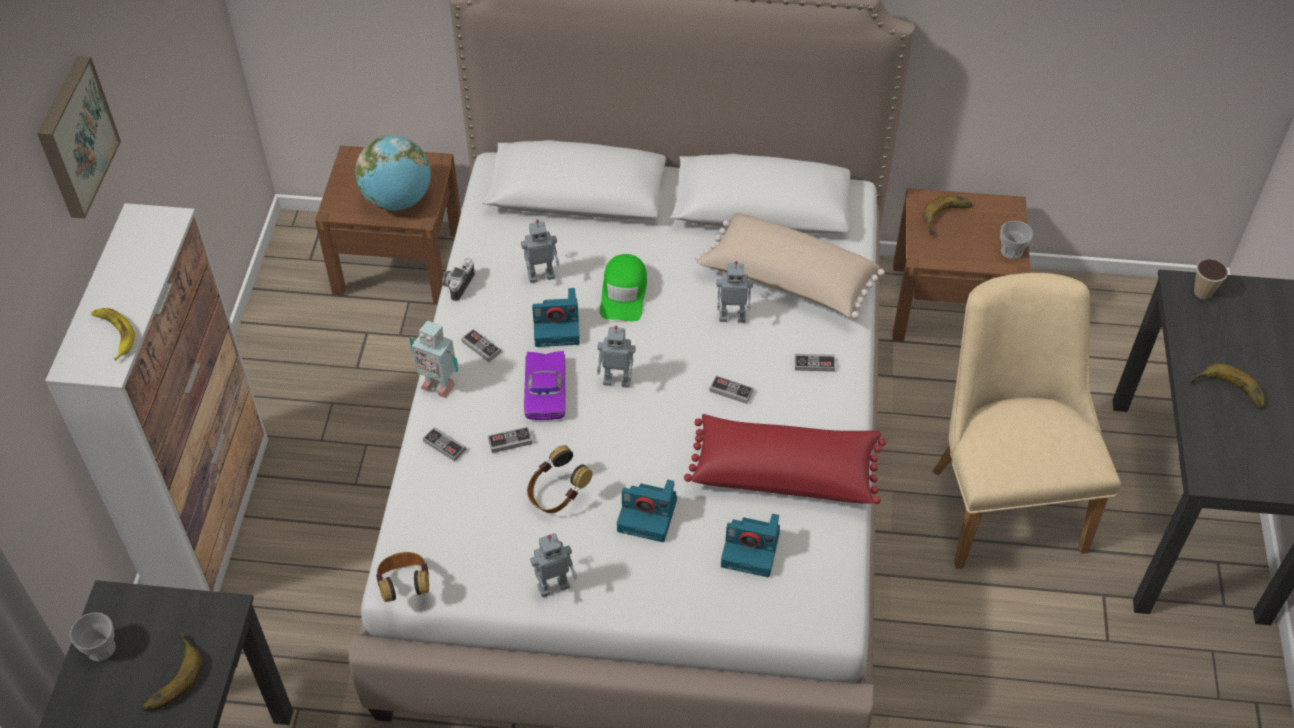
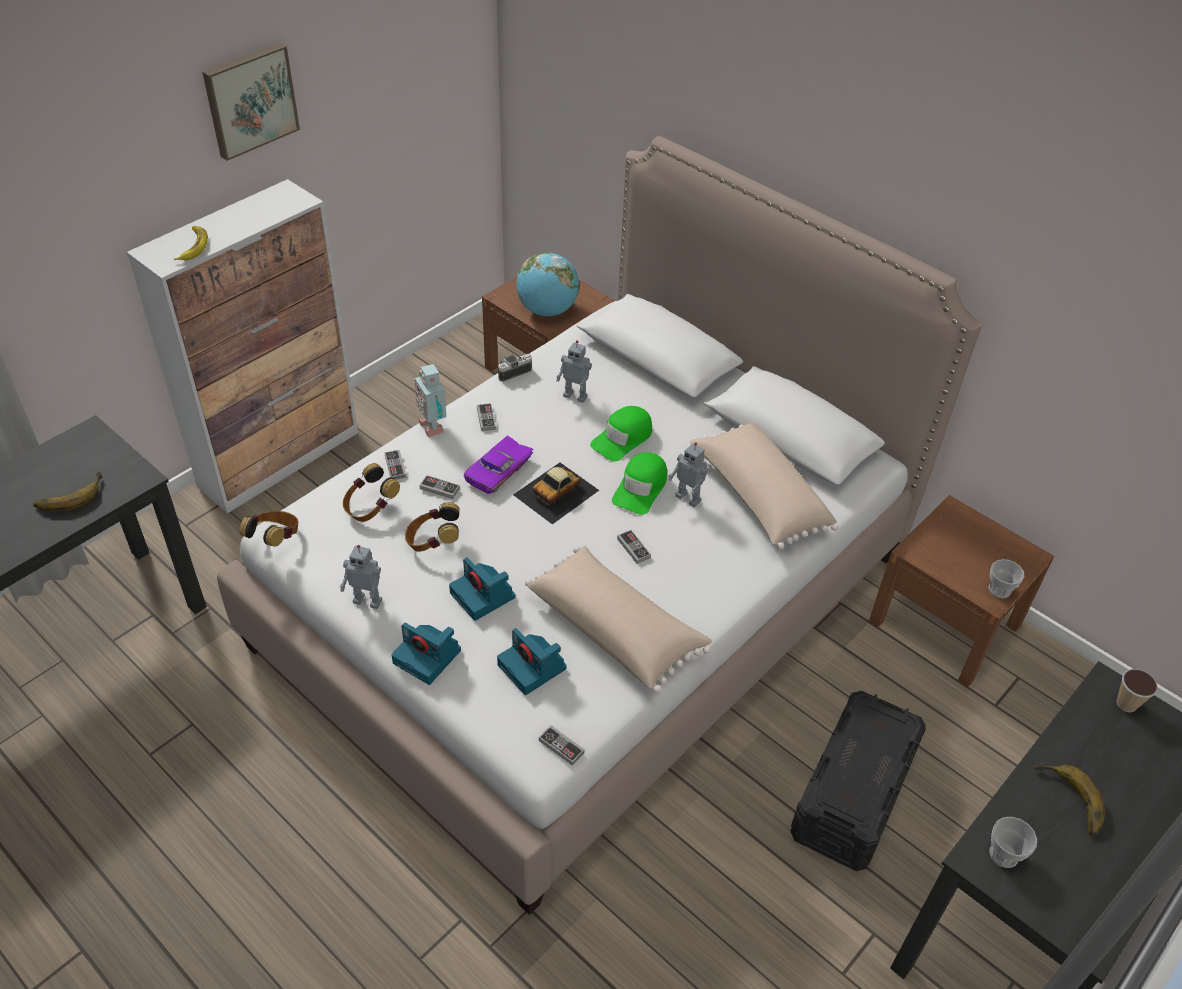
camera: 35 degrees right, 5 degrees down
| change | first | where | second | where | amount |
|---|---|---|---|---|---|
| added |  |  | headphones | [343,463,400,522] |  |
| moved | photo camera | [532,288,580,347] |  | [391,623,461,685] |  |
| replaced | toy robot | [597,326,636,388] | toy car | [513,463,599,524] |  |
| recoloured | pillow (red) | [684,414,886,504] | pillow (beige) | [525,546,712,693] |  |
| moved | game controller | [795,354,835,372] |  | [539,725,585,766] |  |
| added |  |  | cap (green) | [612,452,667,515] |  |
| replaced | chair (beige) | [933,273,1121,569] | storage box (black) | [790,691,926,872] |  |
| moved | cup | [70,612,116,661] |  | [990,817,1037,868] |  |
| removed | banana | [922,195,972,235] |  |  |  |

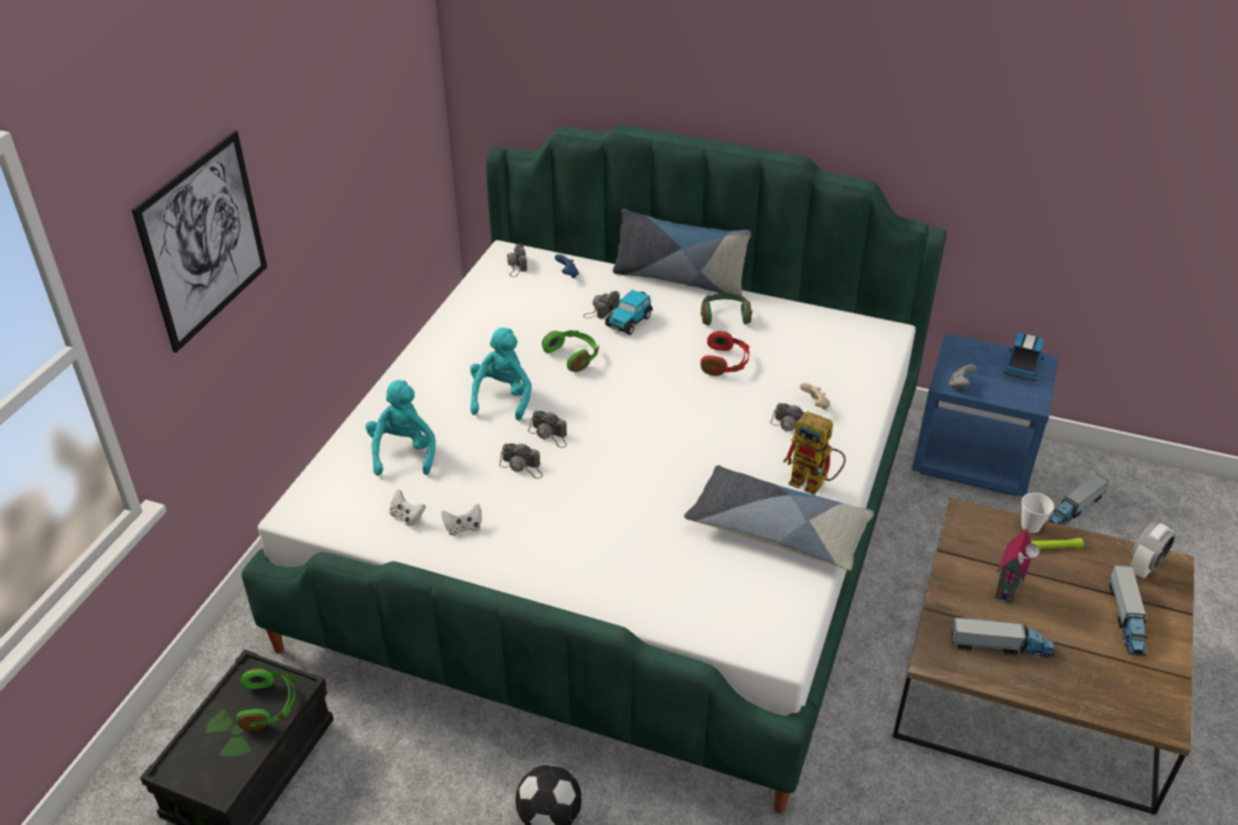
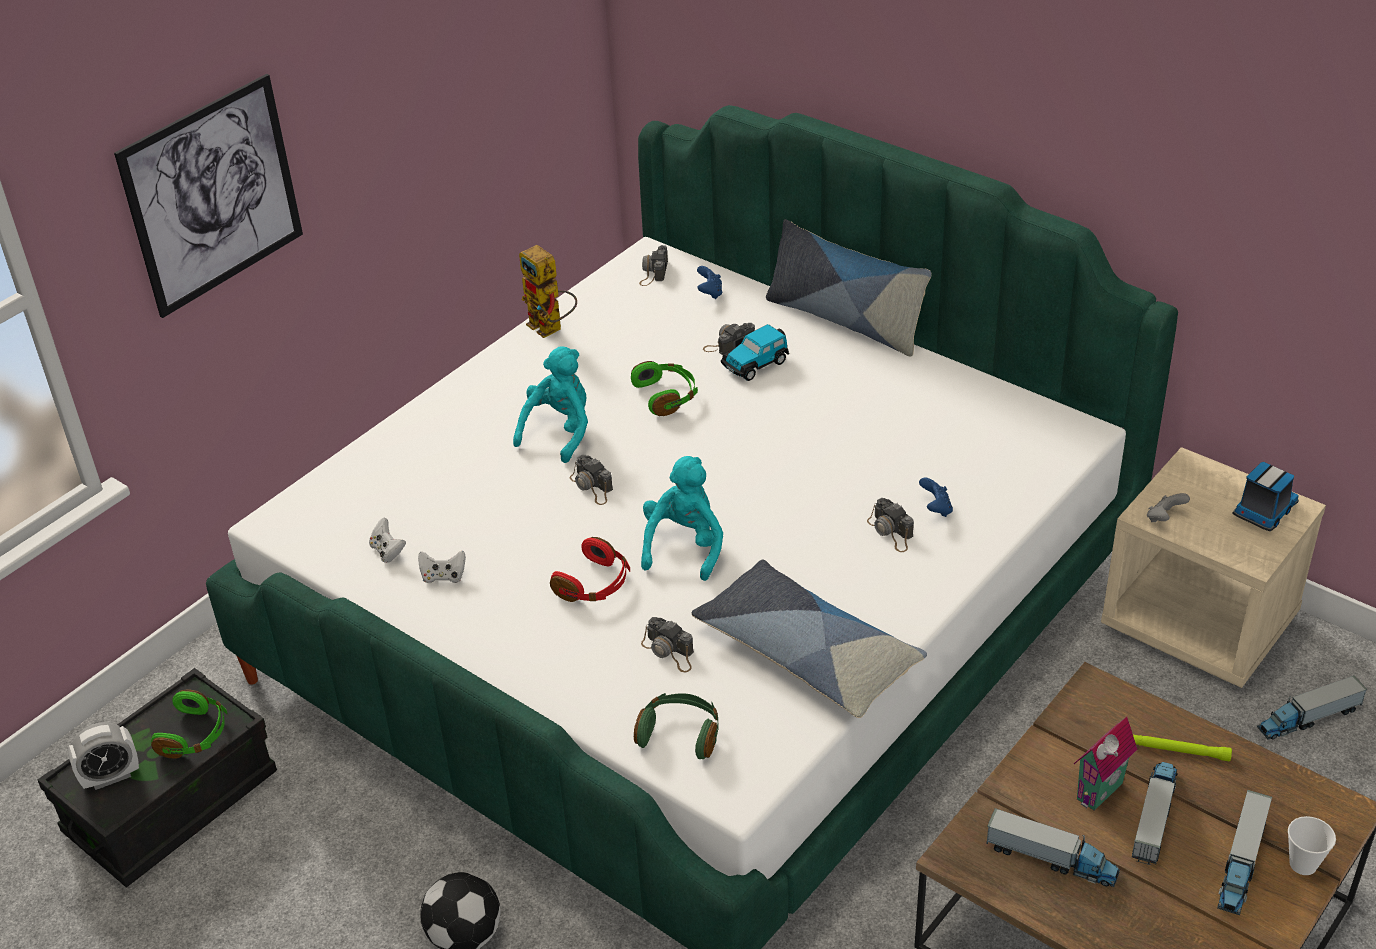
camera: 20 degrees right, 0 degrees up
| change | first | where | second | where | amount |
|---|---|---|---|---|---|
| moved | alarm clock | [1130,522,1176,579] |  | [68,722,139,790] |  |
| moved | toy robot | [783,411,846,495] |  | [519,245,577,338] |  |
| moved | headphones (red) | [700,331,749,376] |  | [550,537,630,602] |  |
| moved | headphones (green) | [701,293,752,325] |  | [634,693,719,759] |  |
| moved | plush toy (turquoise) | [366,380,436,476] |  | [641,456,723,581] |  |
| moved | photo camera | [499,443,543,479] |  | [641,617,694,672] |  |
| recoloured | game controller (beige) | [800,383,830,410] | game controller (blue) | [919,478,953,517] |  |
| recoloured | nightstand (blue) | [912,334,1059,497] | nightstand (beige) | [1101,447,1326,688] |  |
| added |  |  | toy truck | [1132,762,1178,865] |  |
| moved | cup | [1021,493,1054,533] |  | [1288,816,1336,875] |  |

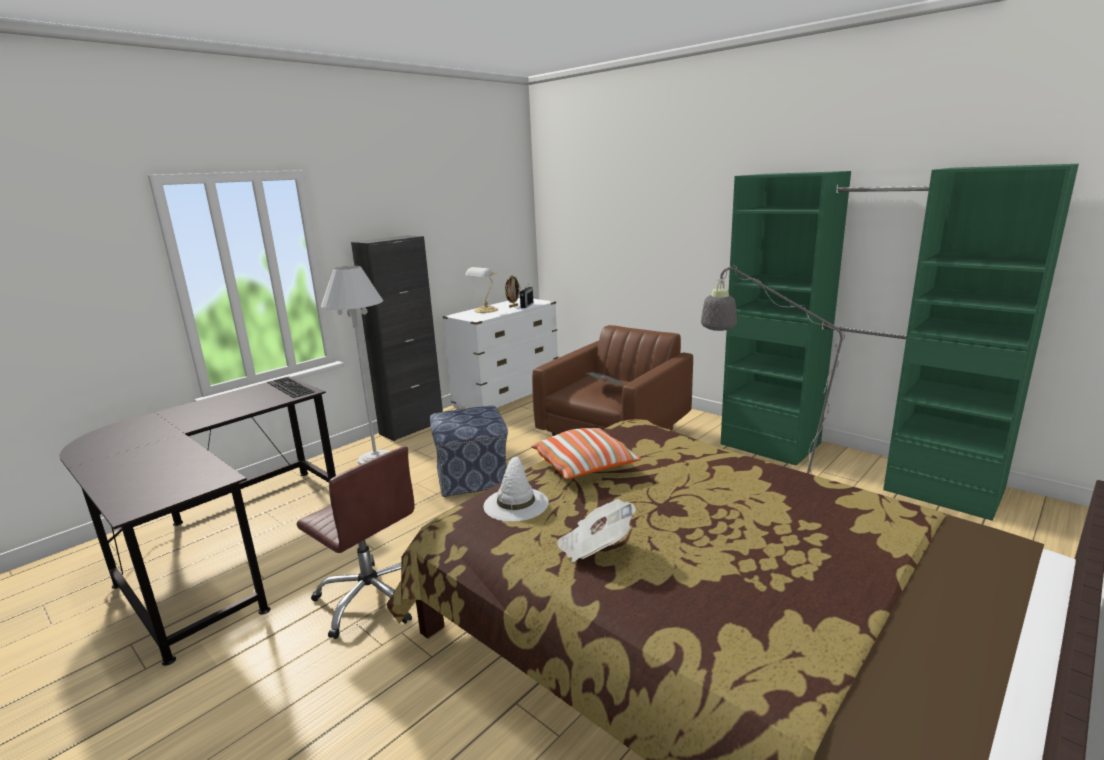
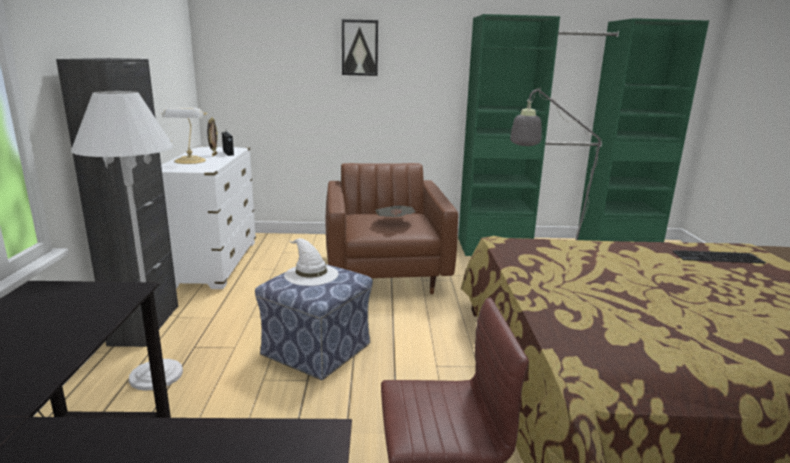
camera: 45 degrees left, 0 degrees up
| change | first | where | second | where | amount |
|---|---|---|---|---|---|
| moved | hat (white) | [483,455,549,522] |  | [284,238,338,286] |  |
| added |  |  | picture | [342,19,378,76] |  |
| moved | keyboard | [267,377,315,398] |  | [672,250,766,264] |  |
| removed | pillow | [531,428,641,479] |  |  |  |
| removed | newspaper | [557,499,636,562] |  |  |  |

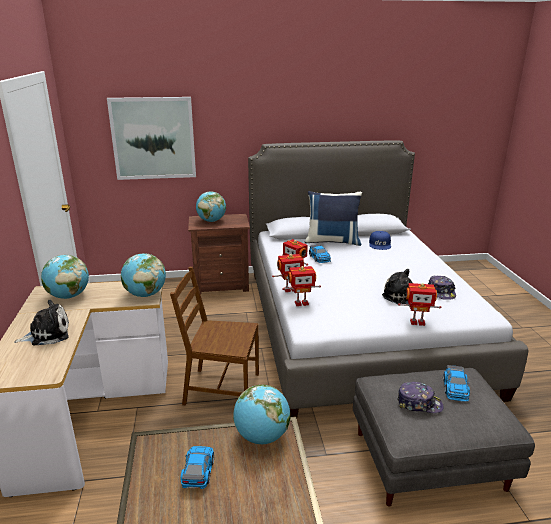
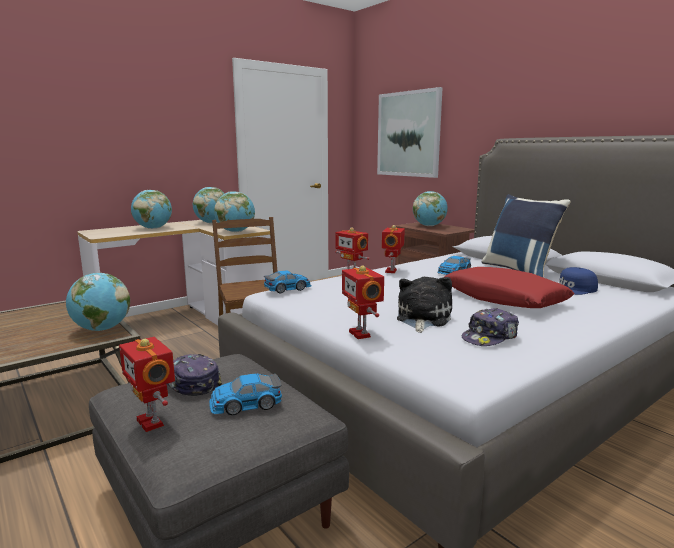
camera: 60 degrees right, 10 degrees down
| change | first | where | second | where | amount |
|---|---|---|---|---|---|
| moved | toy robot | [282,266,321,306] |  | [119,337,175,432] |  |
| replaced | plush toy | [14,300,69,345] | globe | [131,190,172,229] |  |
| turned | cap | [397,382,443,413] |  | [167,354,222,396] | 150 degrees clockwise |
| moved | toy car | [180,446,214,489] |  | [264,270,312,293] |  |
| added |  |  | pillow (red) | [445,267,575,308] |  |

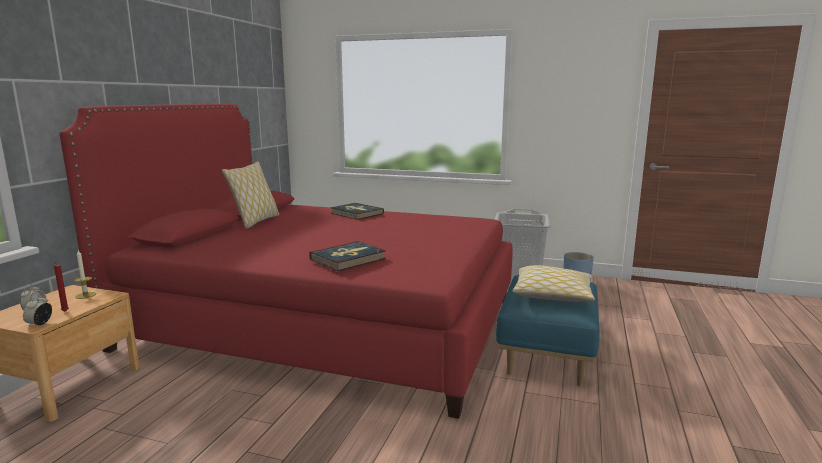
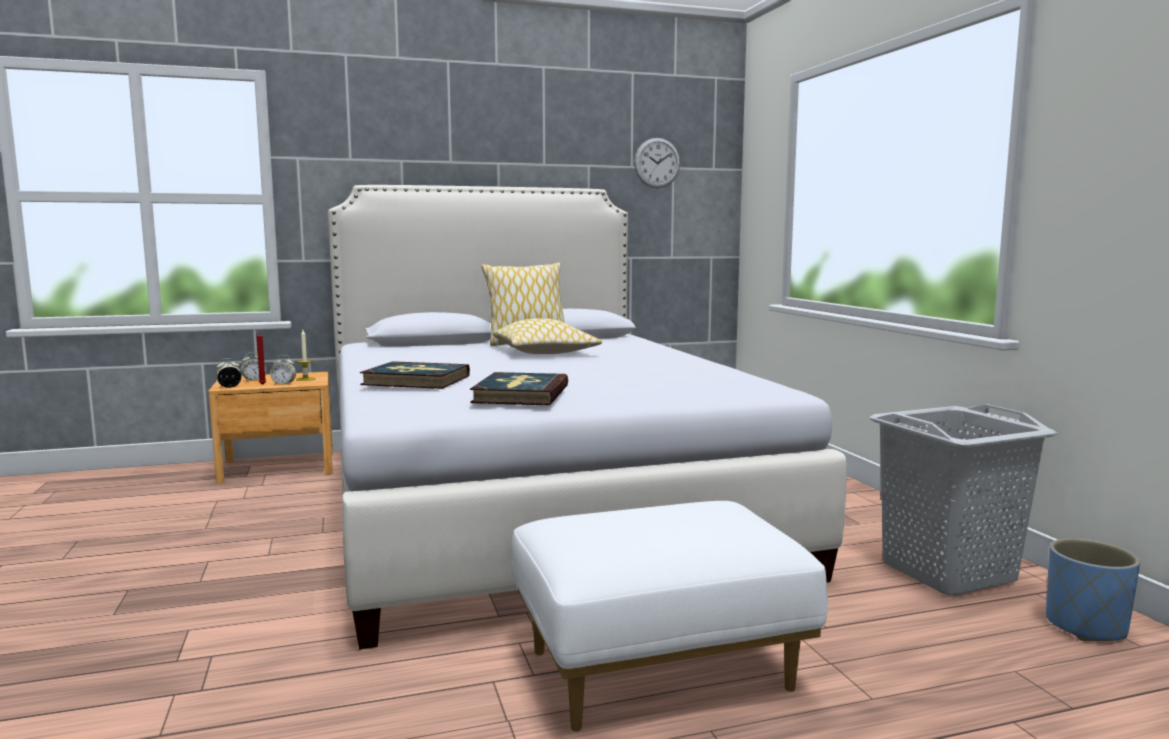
camera: 55 degrees right, 5 degrees down
| change | first | where | second | where | amount |
|---|---|---|---|---|---|
| added |  |  | alarm clock | [270,355,296,384] |  |
| recoloured | bed (red) | [60,104,513,419] | bed (white) | [328,185,847,649] |  |
| moved | book | [330,203,384,220] |  | [470,372,568,405] |  |
| moved | pillow | [513,265,595,301] |  | [492,318,602,354] |  |
| recoloured | ottoman (blue) | [496,275,600,386] | ottoman (white) | [512,501,828,732] |  |
| added |  |  | wall clock | [634,138,680,188] |  |

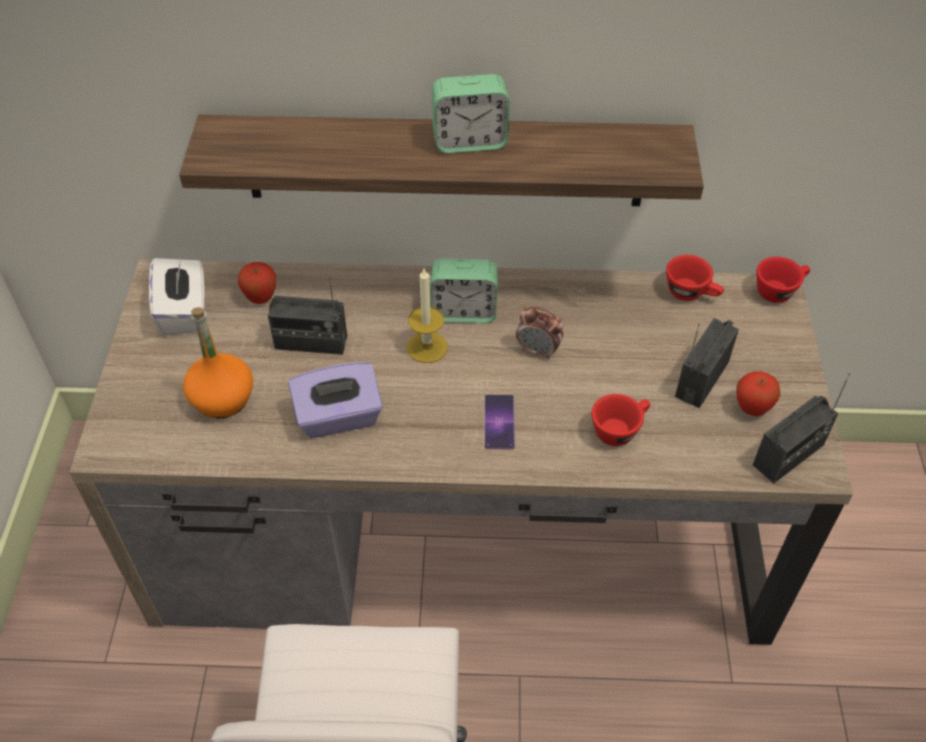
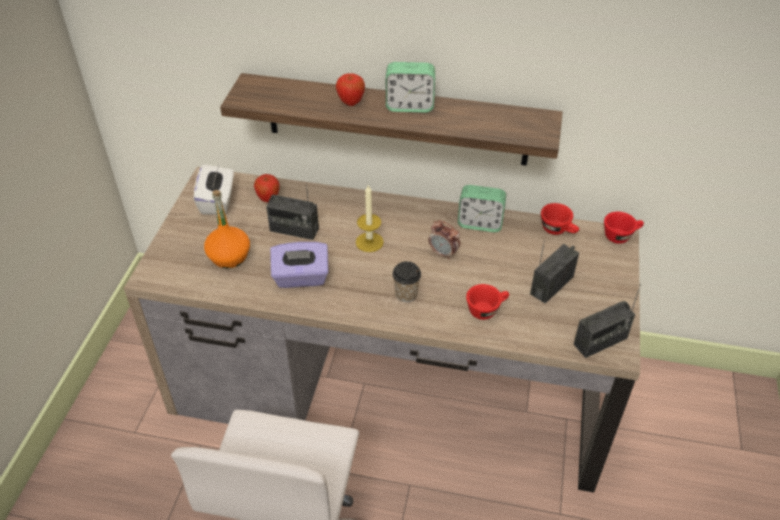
camera: 10 degrees right, 5 degrees down
| change | first | where | second | where | amount |
|---|---|---|---|---|---|
| moved | apple | [736,372,780,416] |  | [336,73,365,106] |  |
| replaced | phone | [484,395,515,450] | cup | [392,261,421,302] |  |
| moved | alarm clock | [430,259,497,323] |  | [458,185,506,232] |  |

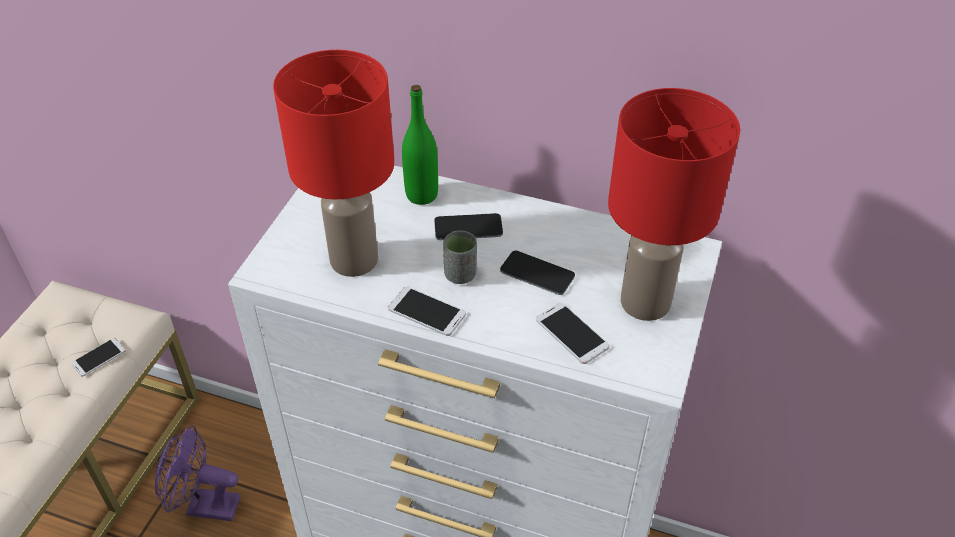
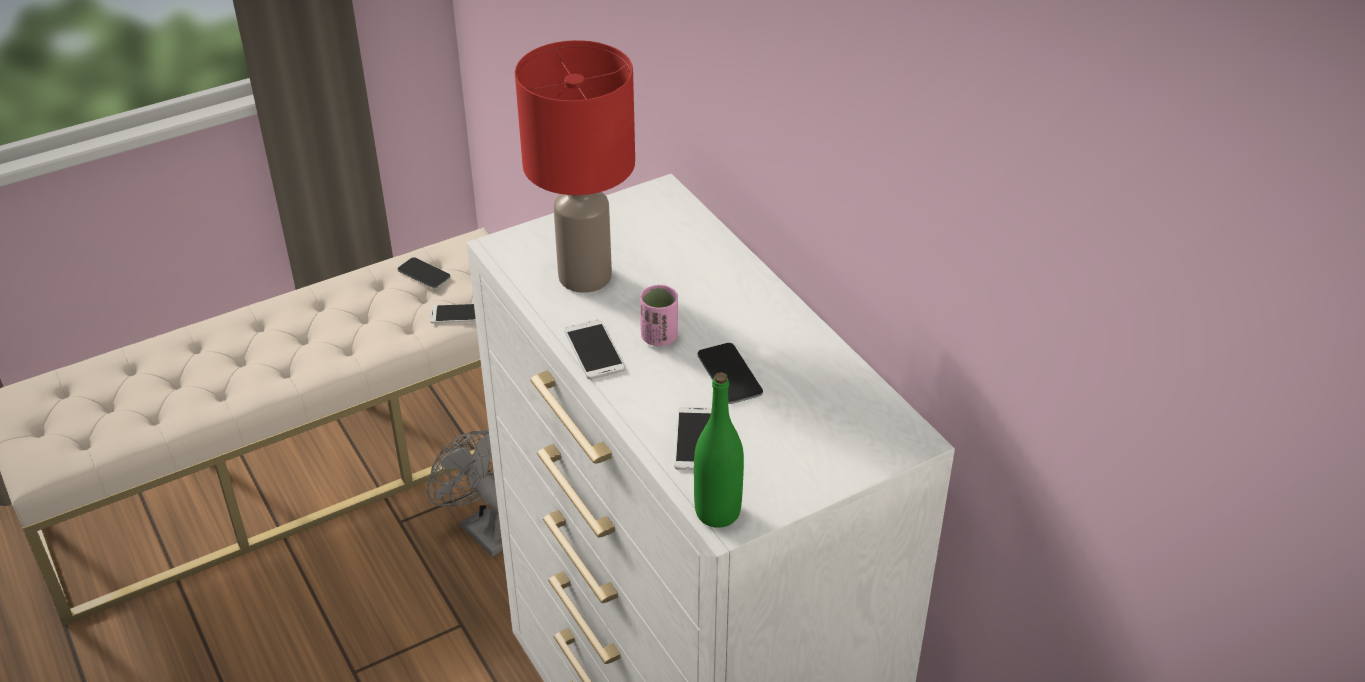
camera: 40 degrees right, 5 degrees down
| change | first | where | second | where | amount |
|---|---|---|---|---|---|
| moved | phone | [434,213,503,240] |  | [398,257,450,288] |  |
| recoloured | fan (purple) | [155,425,241,521] | fan (grey) | [427,429,503,557] |  |
| recoloured | cup (grey) | [443,231,477,284] | cup (pink) | [640,285,678,346] |  |
| moved | bottle (green) | [402,85,438,205] |  | [694,372,744,528] |  |
| removed | table lamp (red) | [608,88,740,321] |  |  |  |

